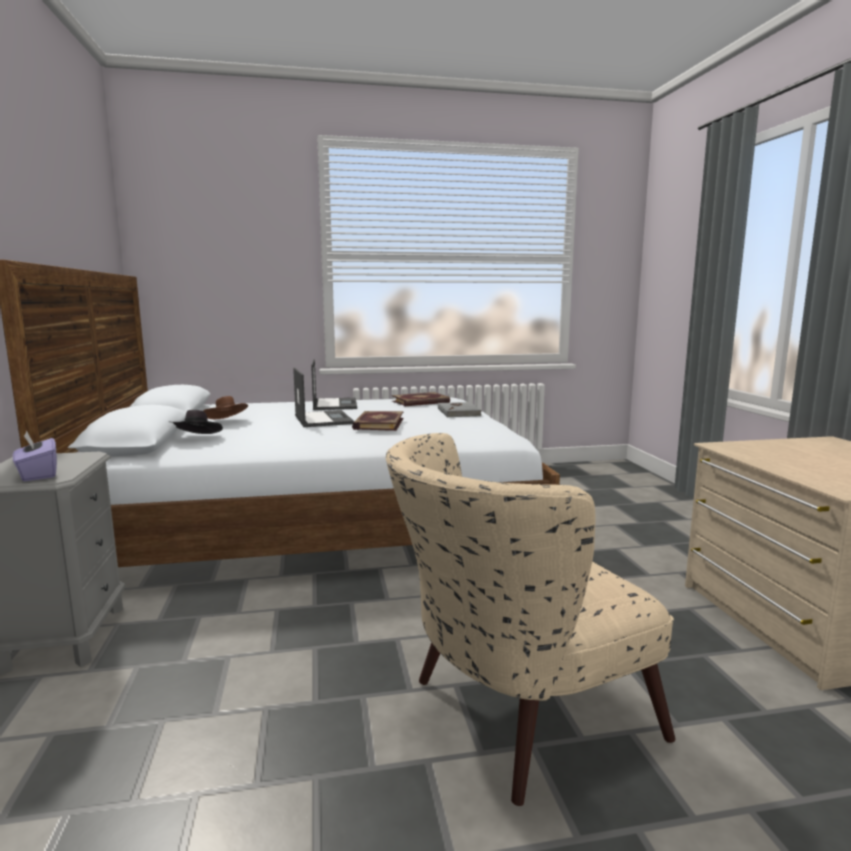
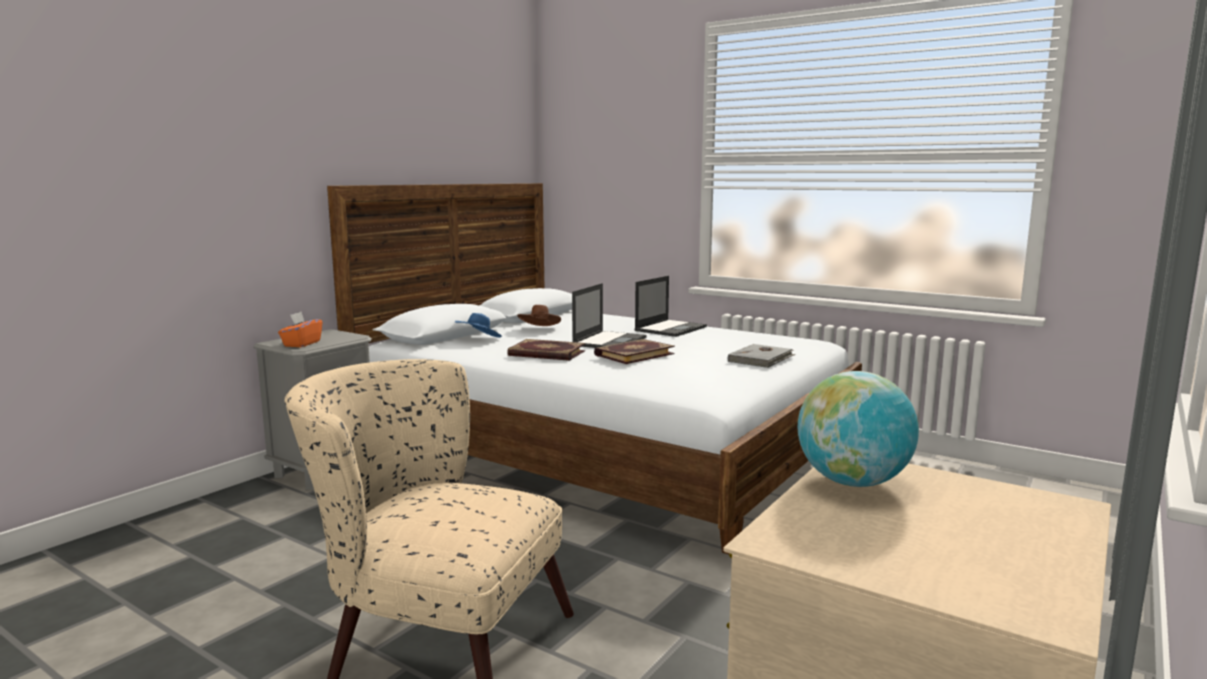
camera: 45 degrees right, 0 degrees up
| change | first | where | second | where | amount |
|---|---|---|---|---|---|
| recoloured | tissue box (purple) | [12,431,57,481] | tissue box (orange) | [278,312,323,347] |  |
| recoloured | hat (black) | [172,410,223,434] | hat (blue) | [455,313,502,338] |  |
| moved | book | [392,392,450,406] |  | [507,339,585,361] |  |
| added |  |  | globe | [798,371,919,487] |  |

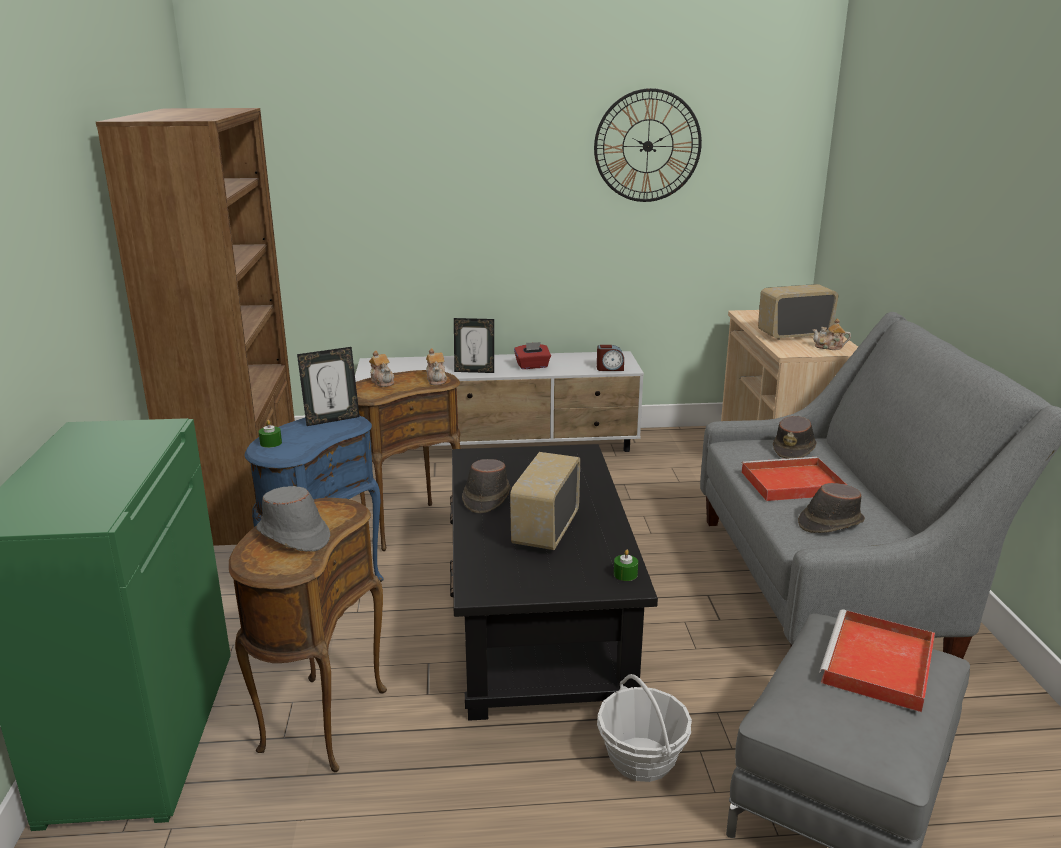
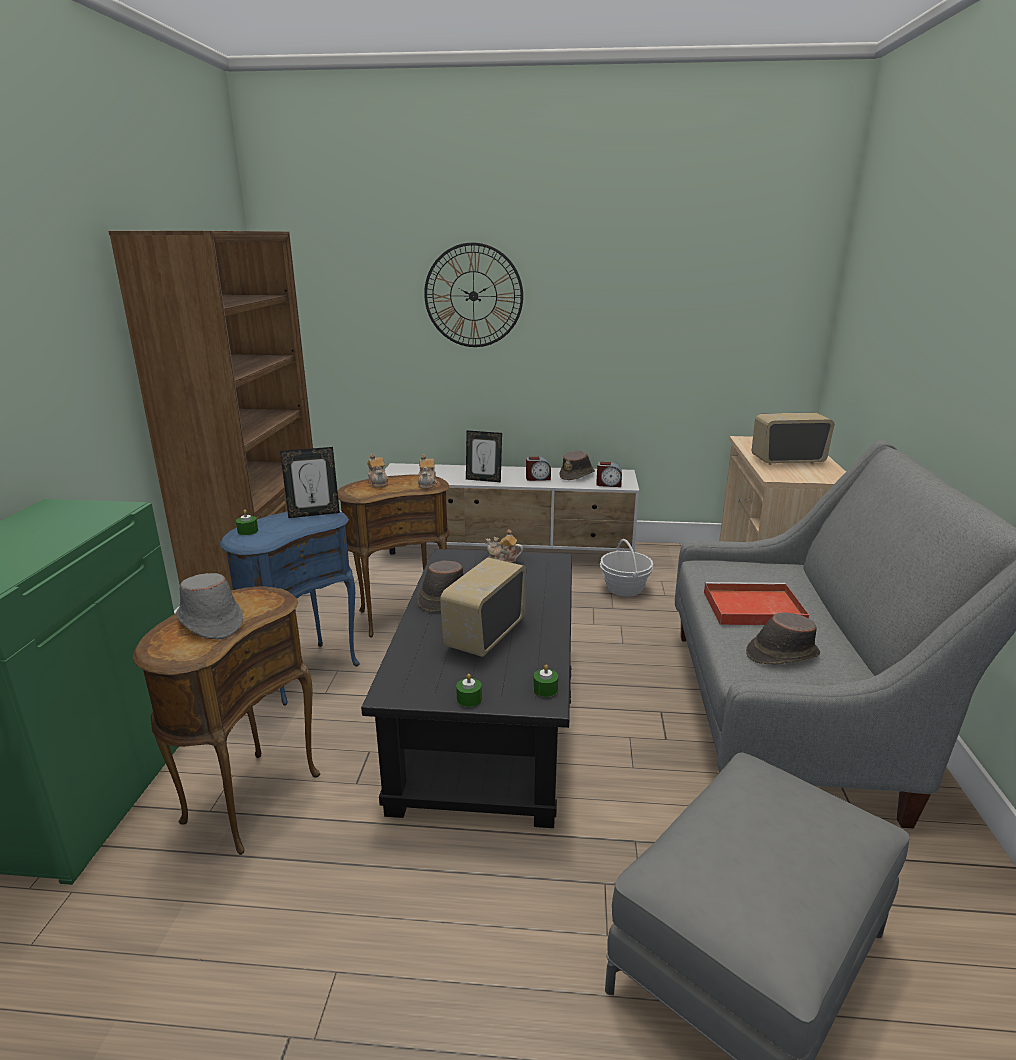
camera: 10 degrees right, 0 degrees up
| change | first | where | second | where | amount |
|---|---|---|---|---|---|
| moved | wall clock | [594,88,702,202] |  | [424,242,523,347] |  |
| added |  |  | candle (green) | [456,674,482,707] |  |
| moved | teapot | [812,318,851,350] |  | [486,529,523,563] |  |
| replaced | tissue box (red) | [514,342,551,369] | alarm clock | [526,457,551,481] |  |
| moved | hat (brown) | [773,416,816,459] |  | [559,451,595,480] |  |
| moved | basket | [597,674,692,782] |  | [600,539,654,597] |  |
| removed | tray (red) | [819,609,935,712] |  |  |  |

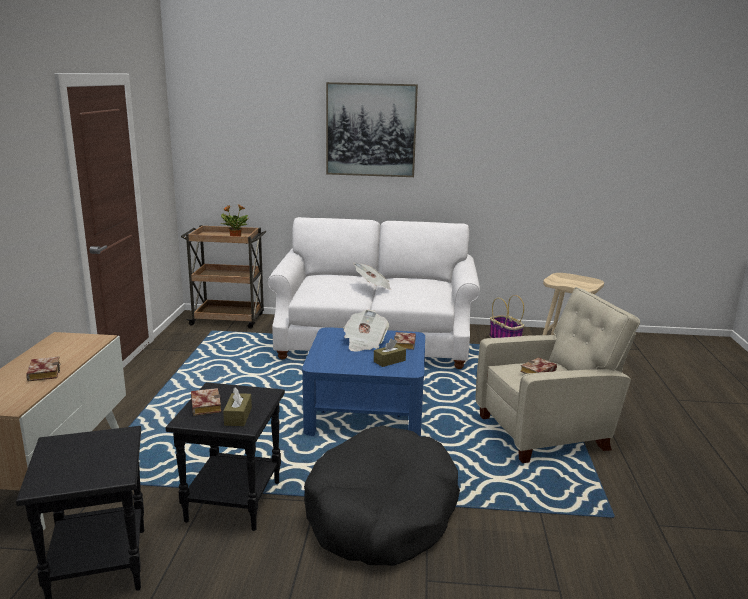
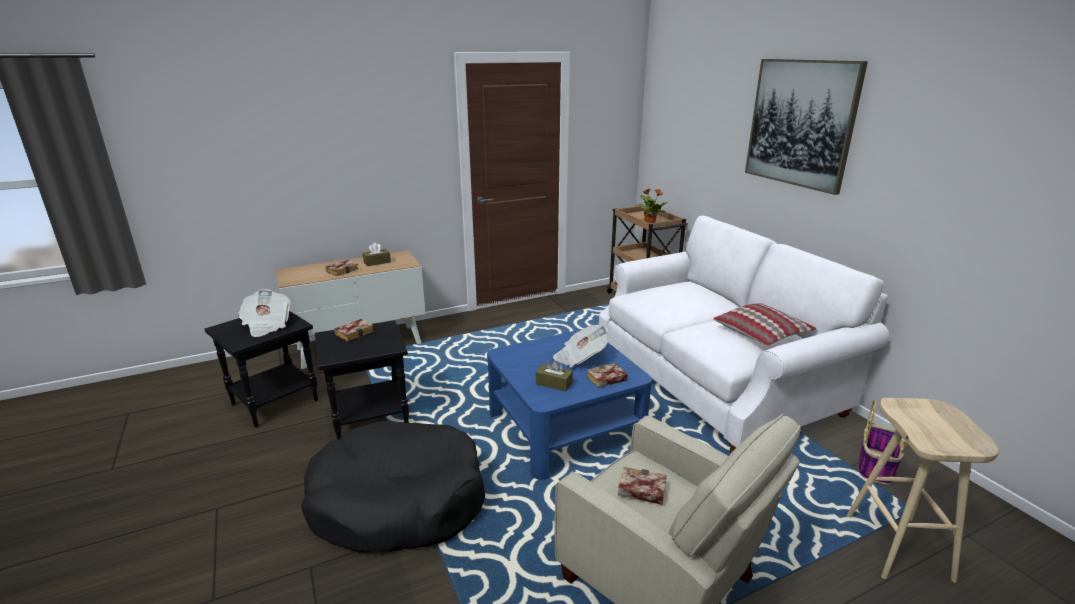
camera: 60 degrees right, 5 degrees up
| change | first | where | second | where | amount |
|---|---|---|---|---|---|
| moved | newspaper | [353,263,391,290] |  | [238,289,291,337] |  |
| moved | tissue box (brown) | [223,387,252,426] |  | [363,242,391,266] |  |
| added |  |  | pillow | [713,303,817,346] |  |

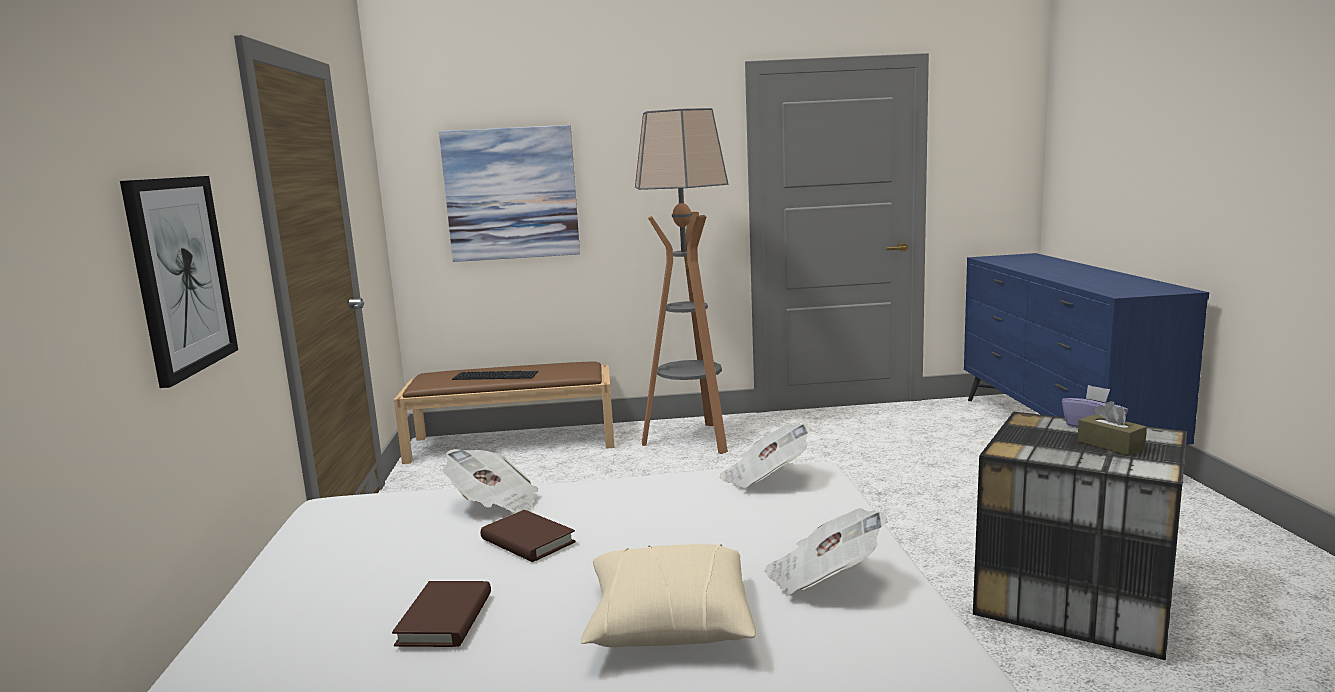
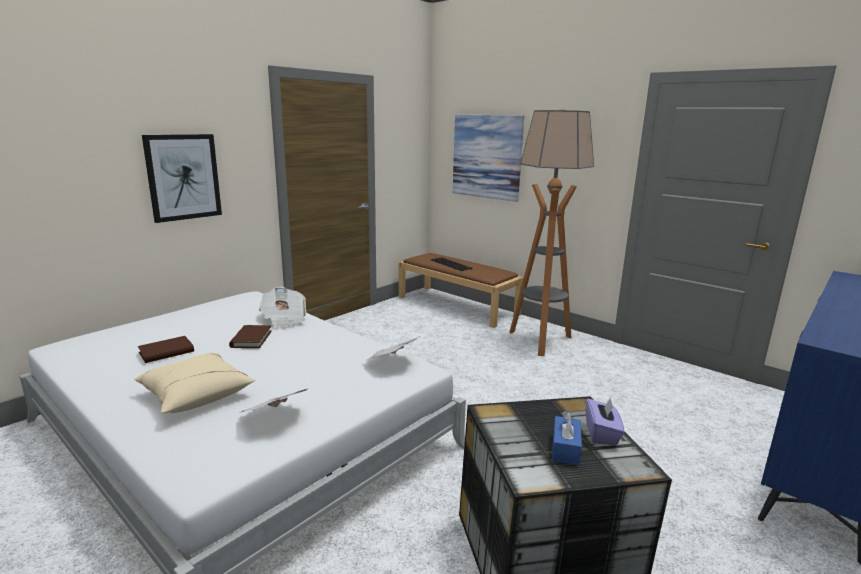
camera: 45 degrees right, 5 degrees up
| change | first | where | second | where | amount |
|---|---|---|---|---|---|
| recoloured | tissue box (brown) | [1077,401,1147,456] | tissue box (blue) | [552,411,582,465] |  |

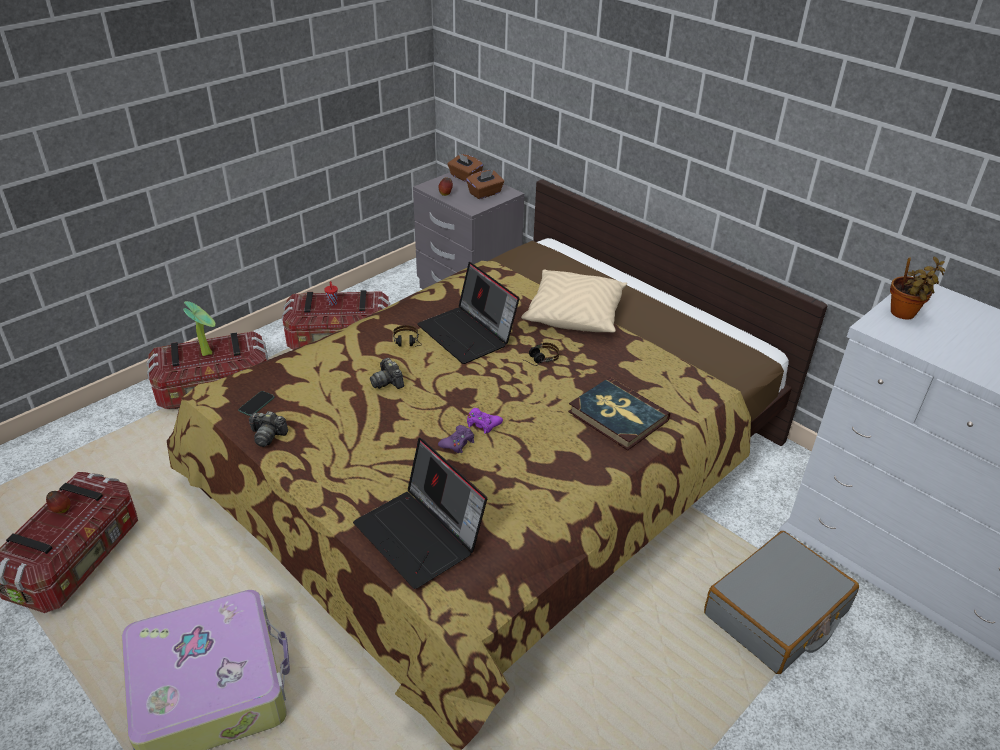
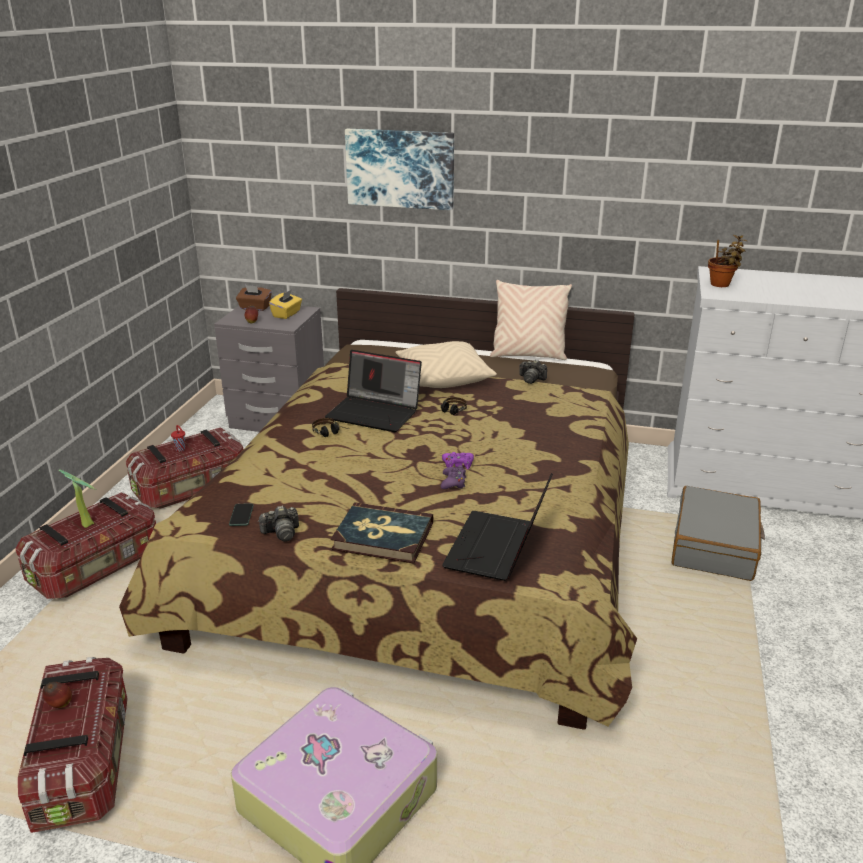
camera: 30 degrees left, 10 degrees down
| change | first | where | second | where | amount |
|---|---|---|---|---|---|
| recoloured | tissue box (brown) | [466,169,504,199] | tissue box (yellow) | [269,289,302,319] |  |
| moved | book | [568,377,670,450] |  | [331,502,433,563] |  |
| added |  |  | picture | [345,129,454,210] |  |
| turned | laptop | [353,438,487,589] |  | [442,473,553,581] | 90 degrees clockwise |
| added |  |  | pillow (beige) | [490,280,572,360] |  |
| moved | photo camera | [370,358,404,389] |  | [519,360,547,384] |  |

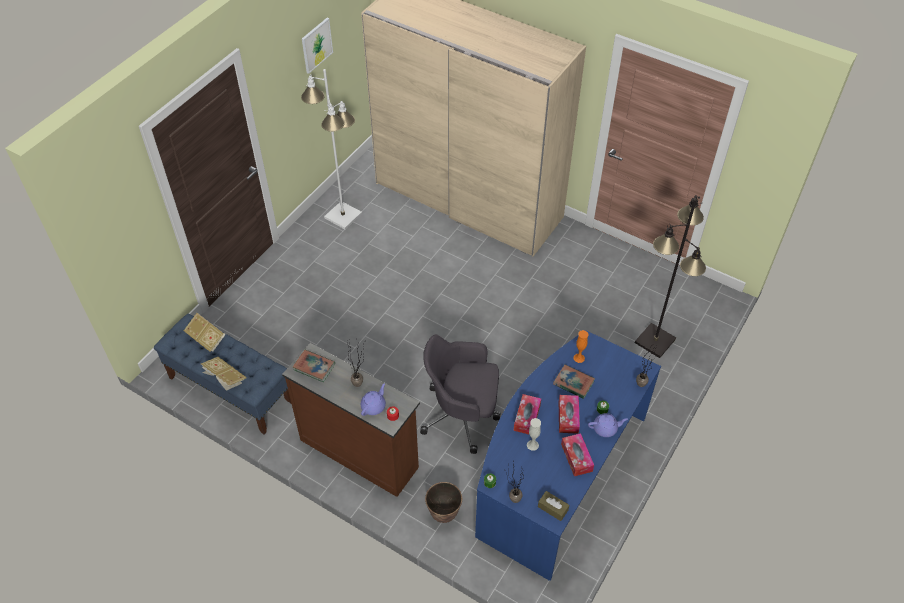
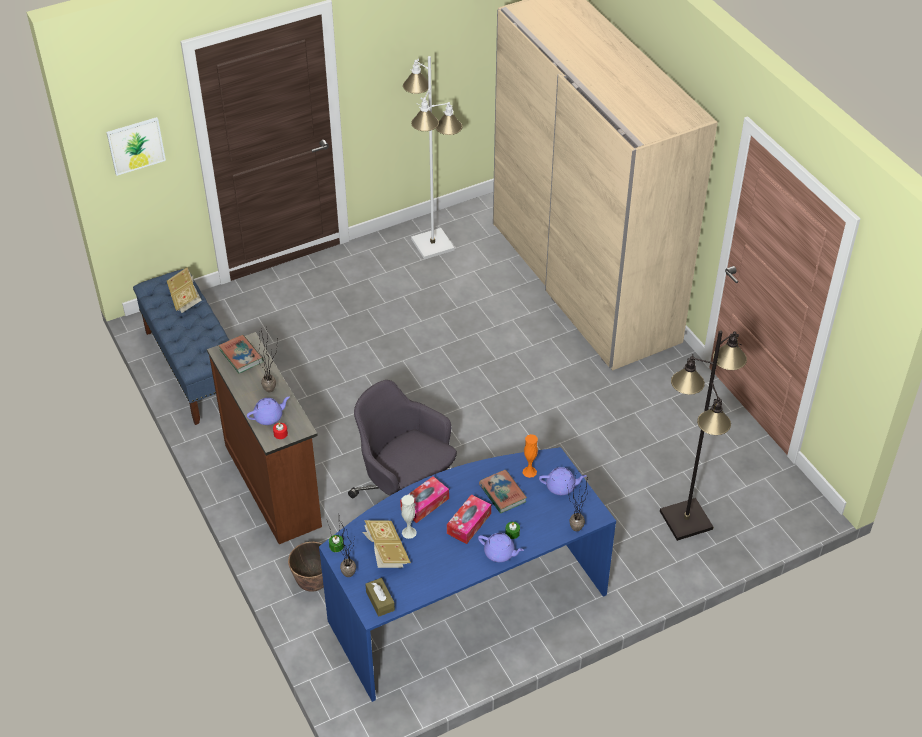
camera: 30 degrees right, 5 degrees down
| change | first | where | second | where | amount |
|---|---|---|---|---|---|
| moved | picture | [302,18,333,74] |  | [106,117,166,176] |  |
| moved | book | [201,357,247,391] |  | [363,520,411,568] |  |
| added |  |  | teapot (purple) | [539,467,587,495] |  |
| removed | tissue box | [561,433,594,476] |  |  |  |

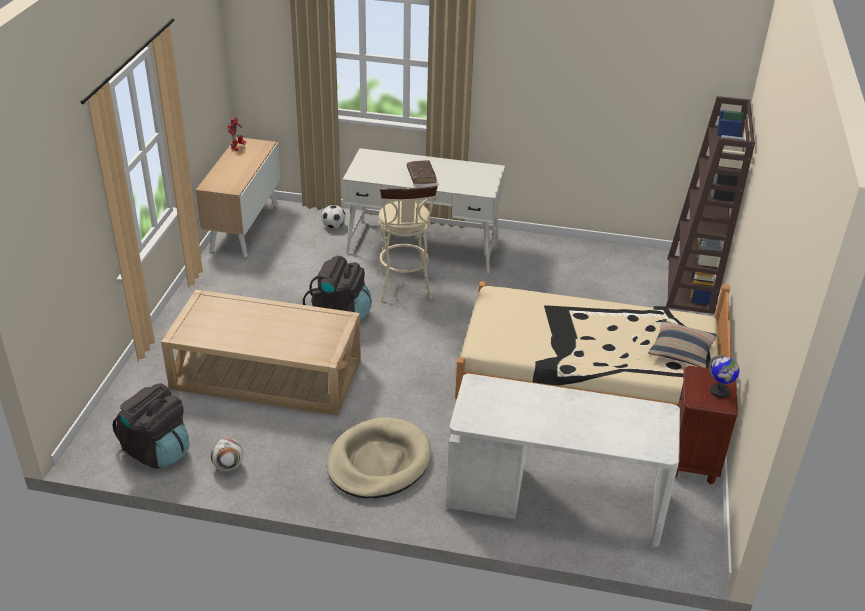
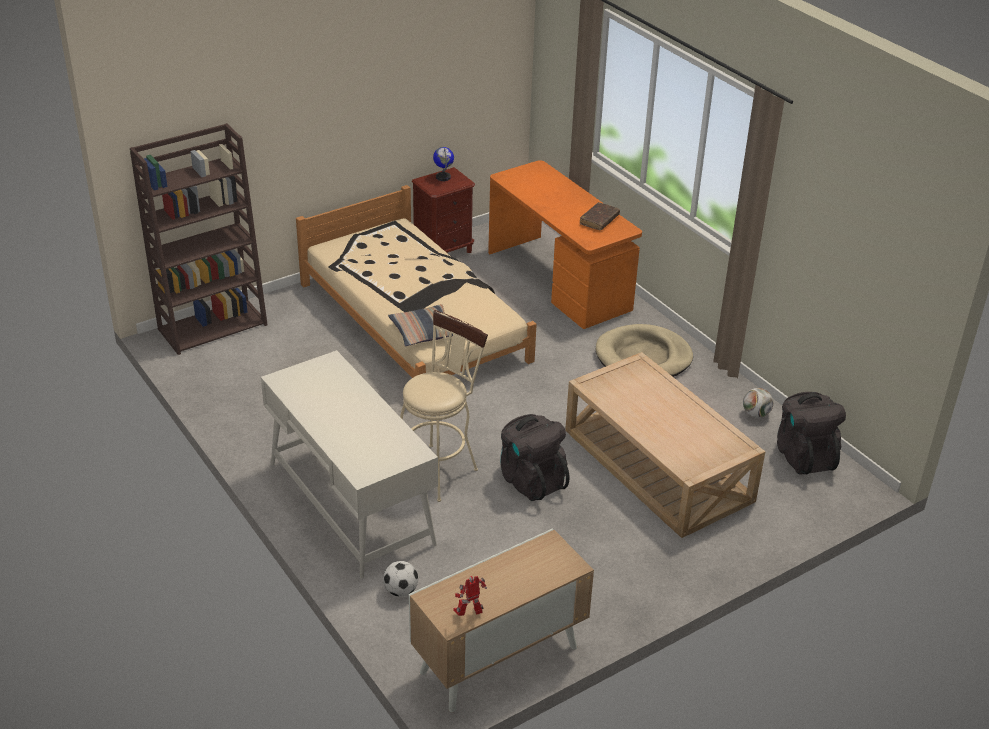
camera: 135 degrees left, 0 degrees up
| change | first | where | second | where | amount |
|---|---|---|---|---|---|
| moved | pillow | [648,320,717,368] |  | [388,304,453,346] |  |
| recoloured | desk (white) | [446,373,680,547] | desk (orange) | [488,160,642,329] |  |
| moved | book (brown) | [407,160,436,184] |  | [580,202,620,230] |  |

